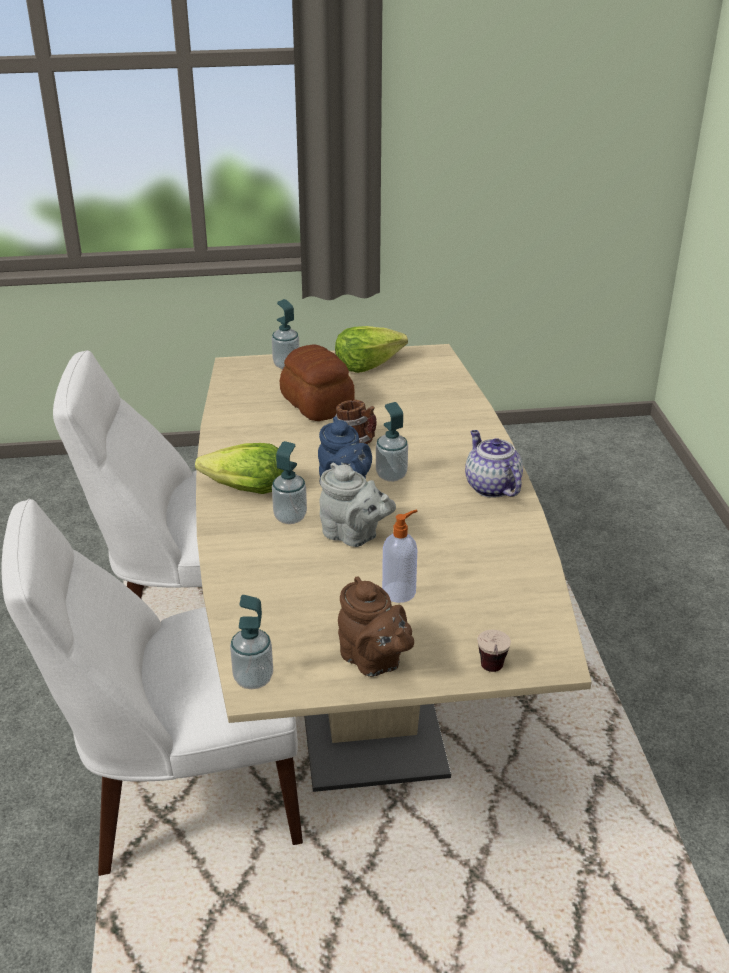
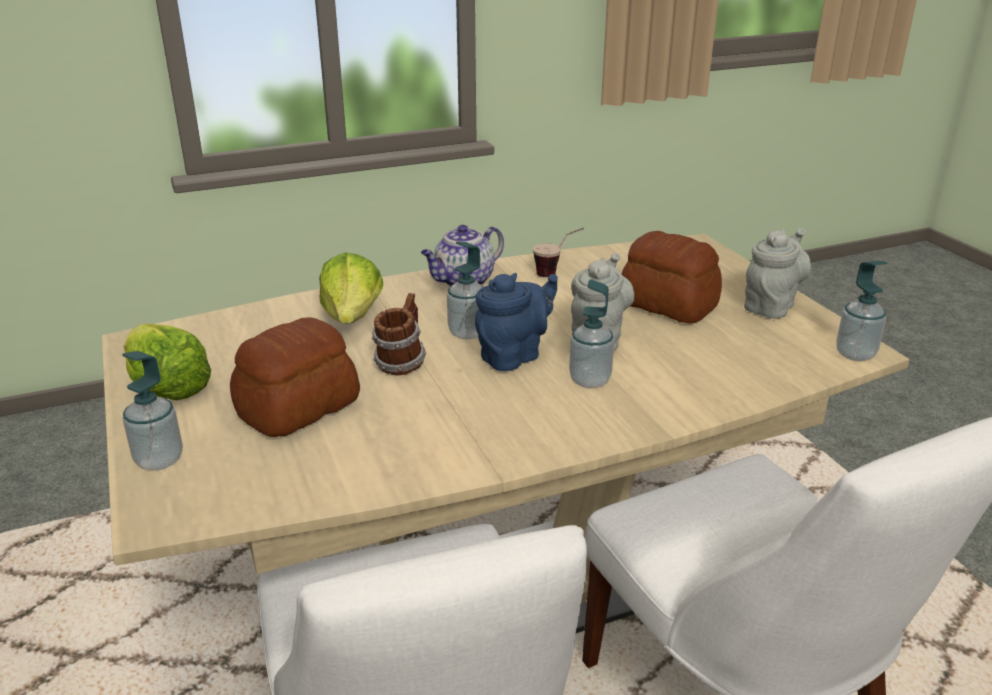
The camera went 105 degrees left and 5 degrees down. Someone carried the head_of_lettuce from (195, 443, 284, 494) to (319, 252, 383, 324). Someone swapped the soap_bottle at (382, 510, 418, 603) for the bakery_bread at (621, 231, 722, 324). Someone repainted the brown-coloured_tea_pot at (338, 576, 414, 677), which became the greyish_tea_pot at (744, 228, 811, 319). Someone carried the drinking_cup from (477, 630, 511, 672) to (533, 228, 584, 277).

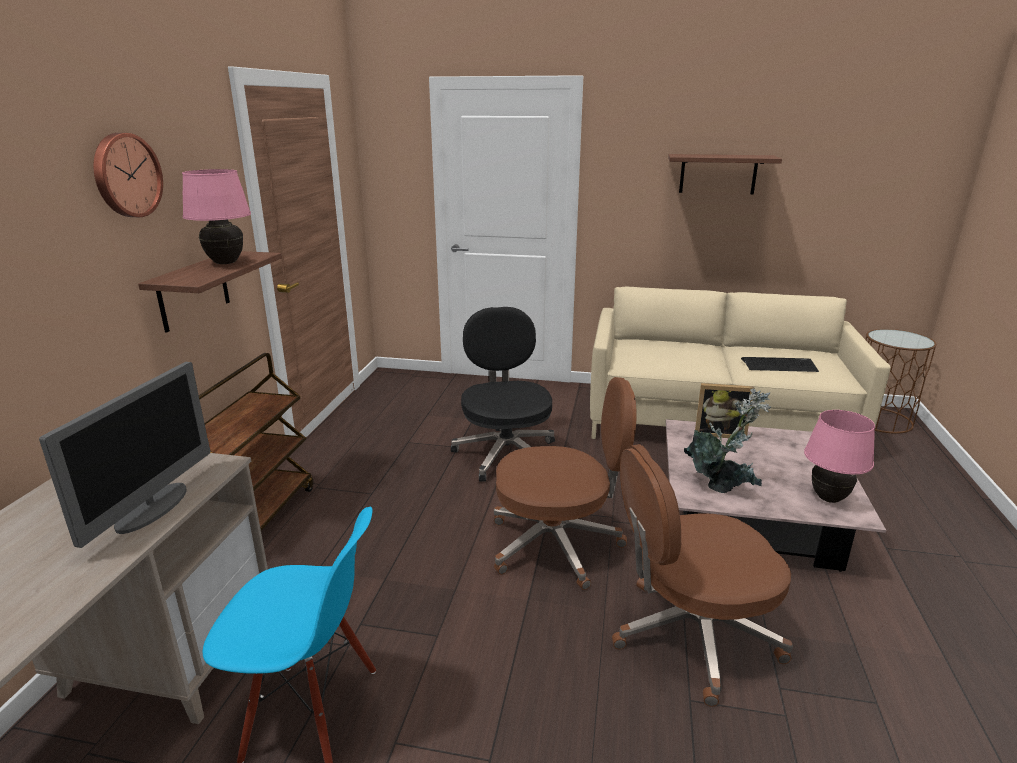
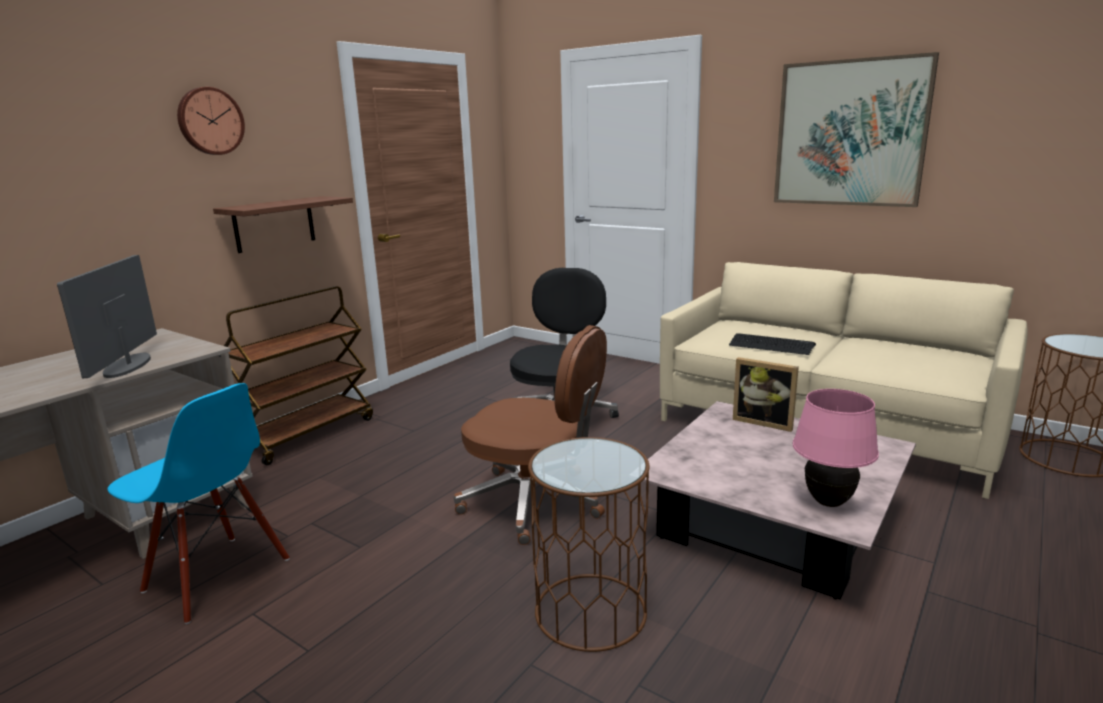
The camera went 25 degrees right and 5 degrees down. Someone swapped the shelf at (668, 154, 782, 194) for the wall_picture at (774, 52, 939, 207). Someone took away the pinkish_tabletop_lamp at (182, 169, 251, 264). Someone carried the keyboard from (741, 357, 819, 372) to (729, 333, 816, 355). Someone rotated the computer_display at (39, 362, 211, 548) by 135 degrees clockwise. Someone took away the potted_plant at (684, 389, 771, 493). Someone swapped the brown-coloured_office_chair at (612, 444, 793, 707) for the brown-coloured_end_table at (528, 437, 650, 652).

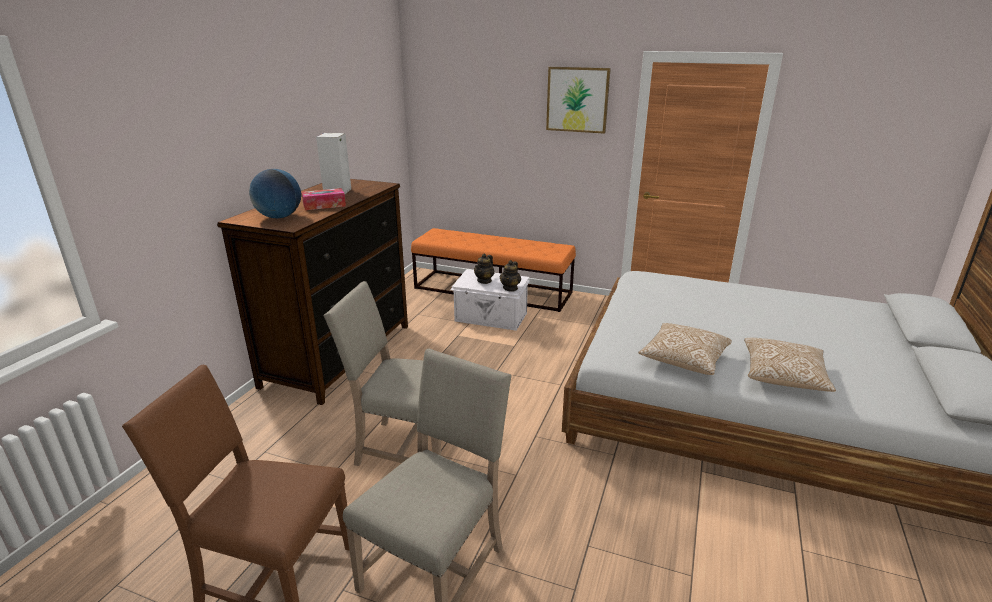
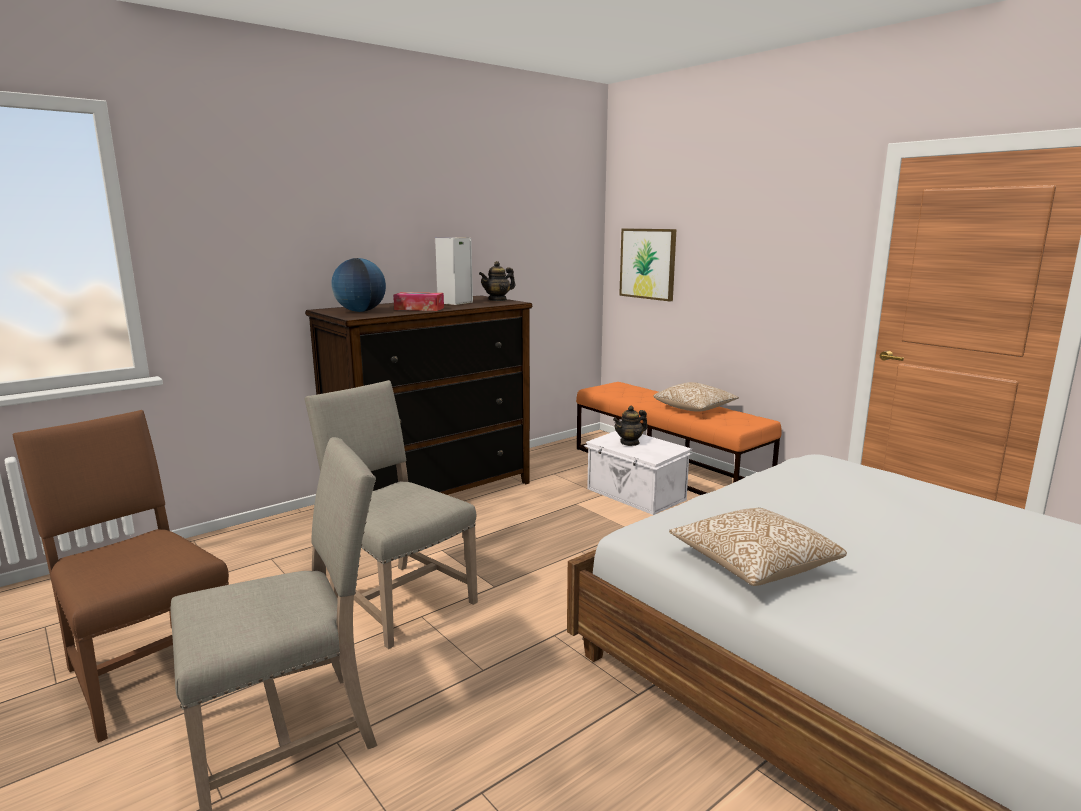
The camera went 30 degrees right and 10 degrees down. Someone carried the wall_picture from (546, 67, 611, 134) to (619, 229, 676, 301). Someone carried the tea_pot from (500, 260, 521, 292) to (479, 261, 515, 301). Someone carried the cushion from (744, 338, 836, 392) to (653, 382, 739, 412).

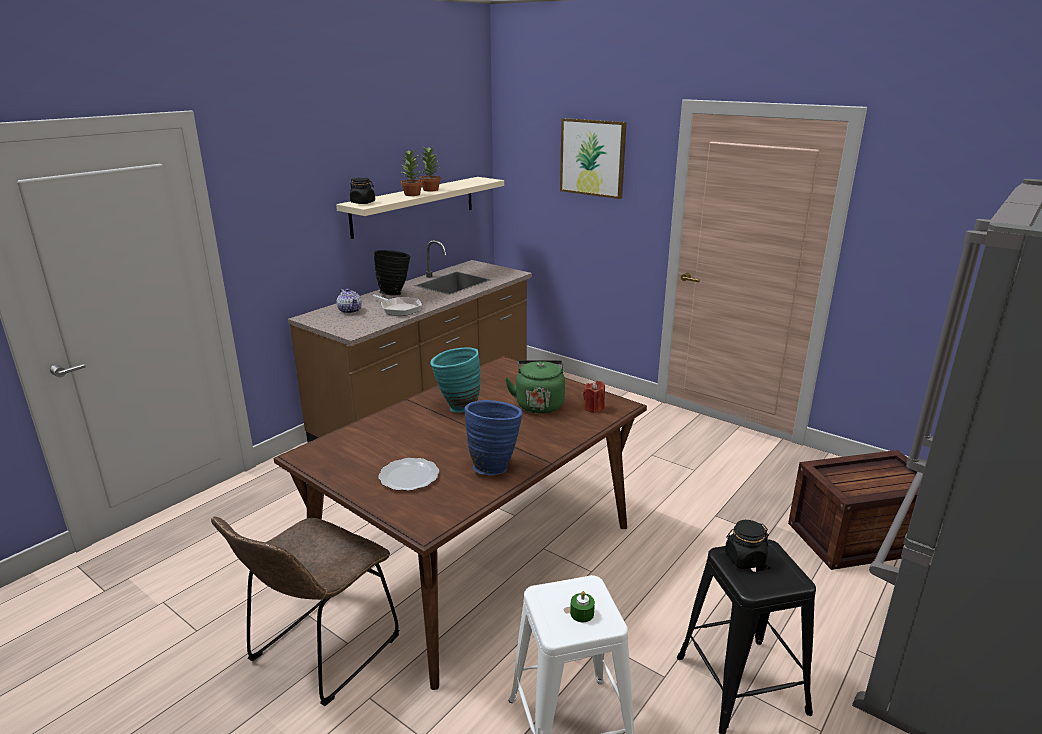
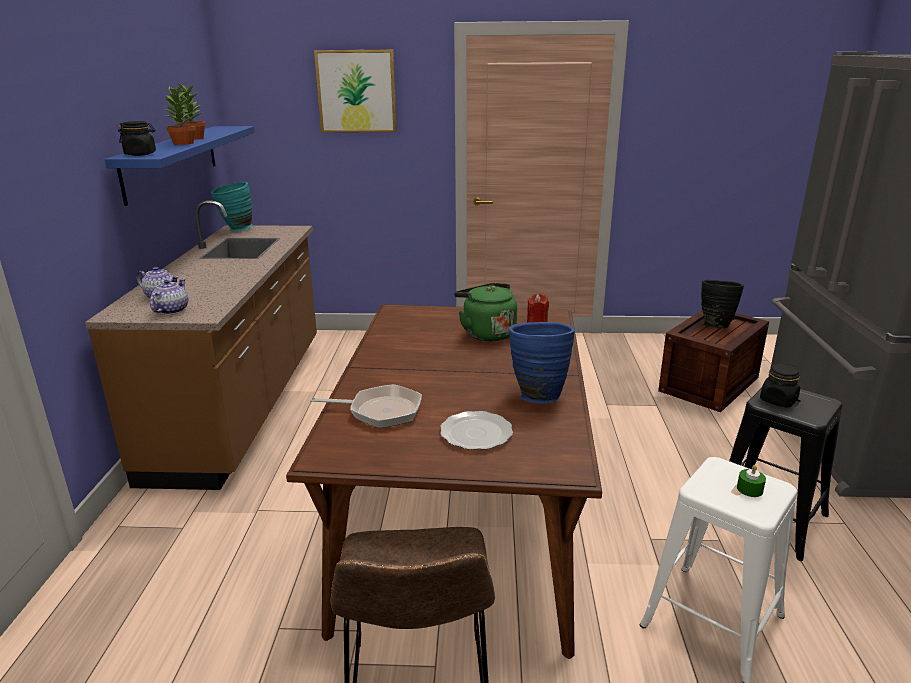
The camera went 35 degrees left and 0 degrees up. Someone repainted the sand-coloured_shelf at (336, 177, 504, 239), which became the blue_shelf at (105, 126, 255, 206). Someone carried the blackish_flower_vase from (374, 250, 410, 296) to (701, 280, 744, 328). Someone carried the pan from (372, 295, 422, 316) to (310, 384, 422, 428). Someone carried the turquoise-coloured_flower_vase from (430, 348, 481, 413) to (211, 182, 252, 232). Someone put down the tea_pot at (150, 279, 188, 315).

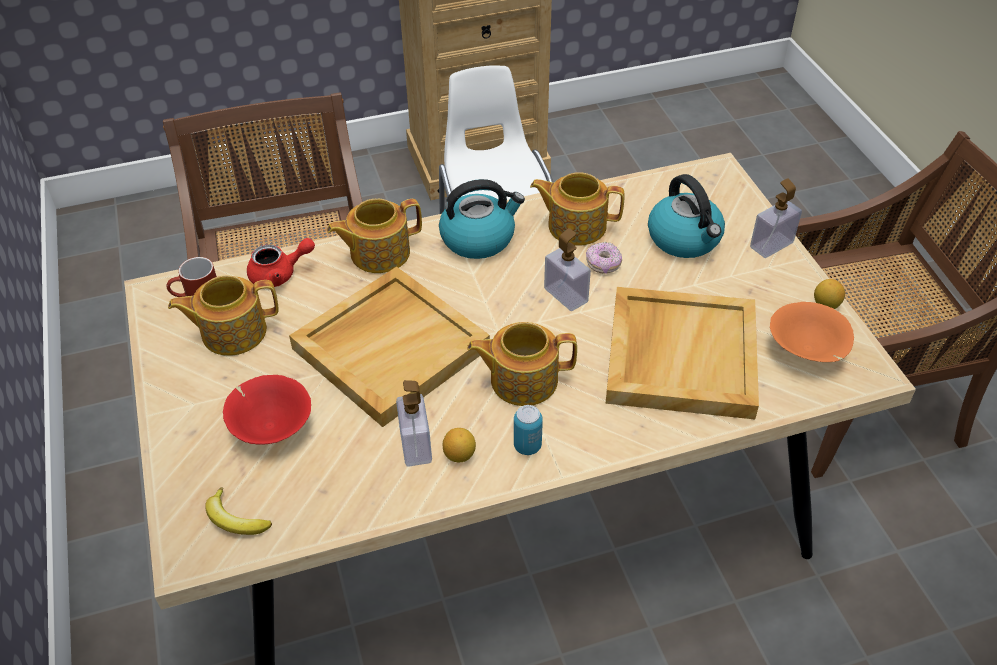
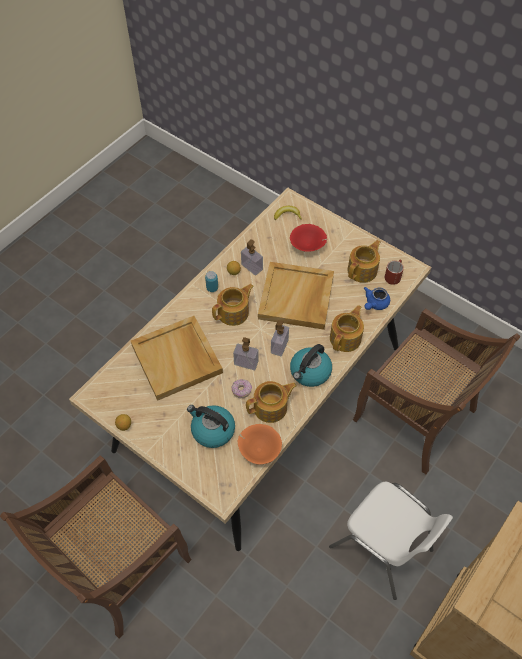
The camera went 145 degrees right and 10 degrees up. Someone carried the soap_bottle from (750, 179, 802, 258) to (271, 321, 289, 356). Someone repainted the red_tea_pot at (247, 238, 315, 287), which became the blue_tea_pot at (364, 287, 390, 310). Someone carried the orangey_bowl from (770, 302, 854, 362) to (237, 424, 282, 465).

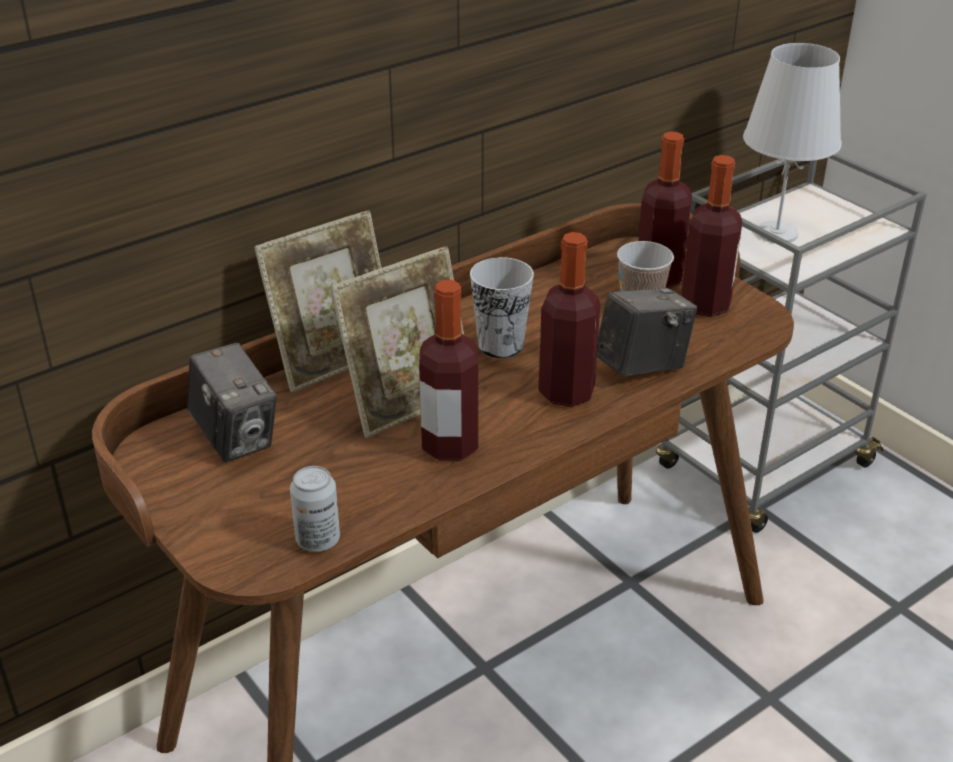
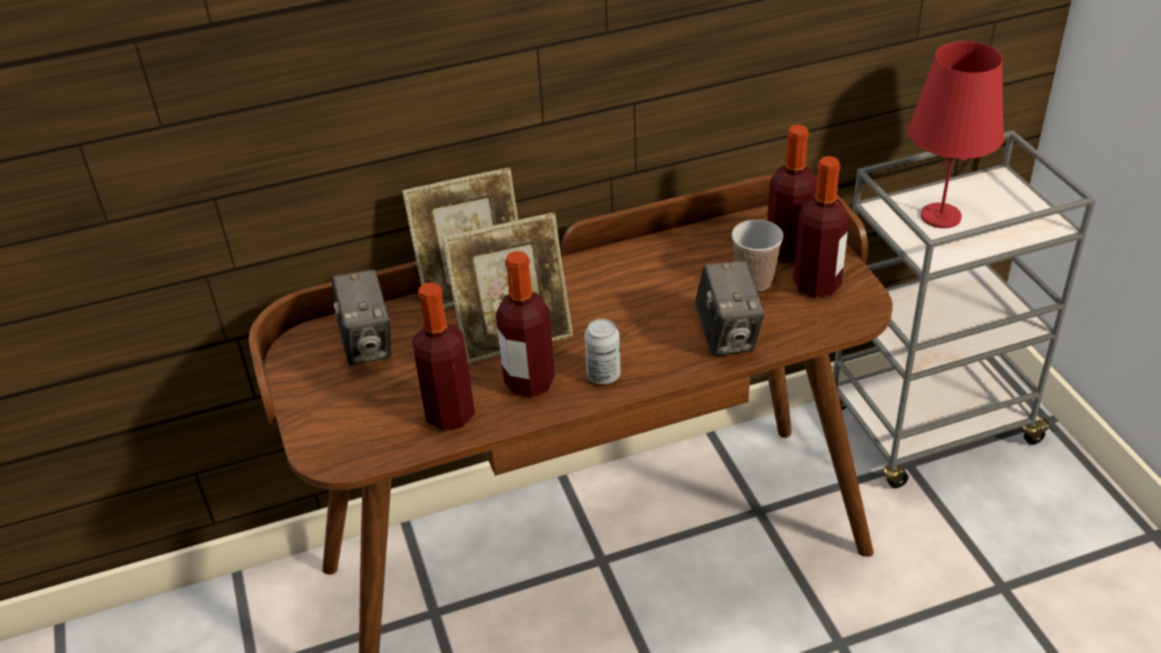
The camera went 20 degrees right and 5 degrees up. Someone repainted the whitish_tabletop_lamp at (743, 43, 842, 243), which became the red_tabletop_lamp at (908, 41, 1004, 228). Someone carried the bottle from (538, 232, 600, 407) to (412, 282, 475, 431). Someone took away the drinking_cup at (470, 257, 534, 358). Someone rotated the still_camera at (597, 288, 697, 377) by 90 degrees clockwise. Someone carried the can from (290, 466, 340, 552) to (584, 319, 621, 384).

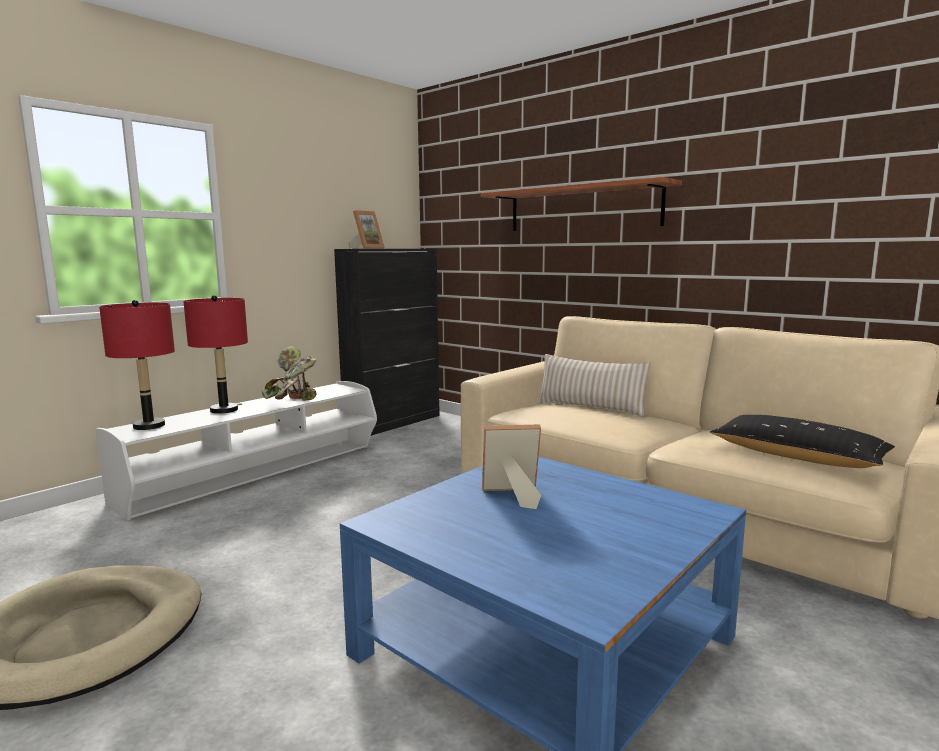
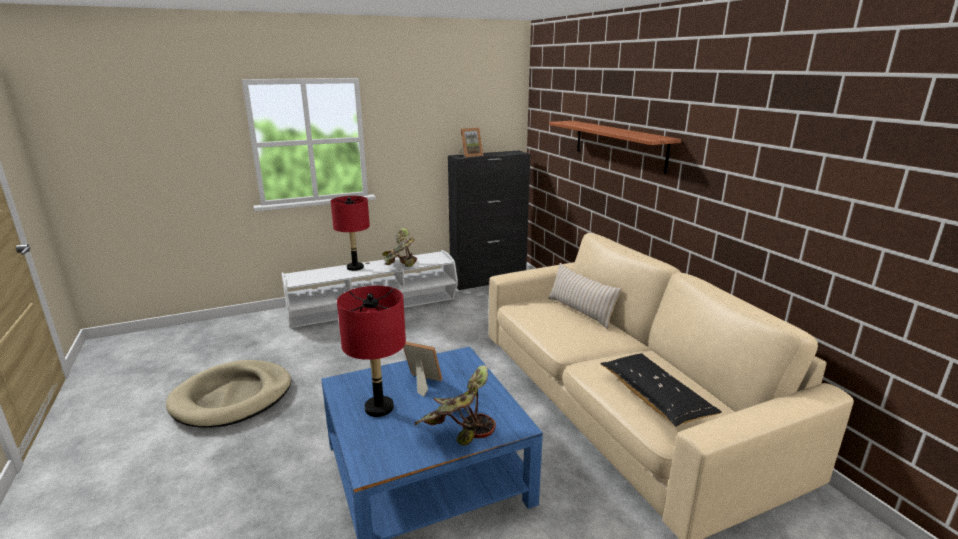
The camera went 25 degrees right and 10 degrees up. Someone carried the red_tabletop_lamp from (99, 300, 175, 430) to (337, 286, 406, 417). Someone put down the potted_plant at (415, 365, 496, 445).

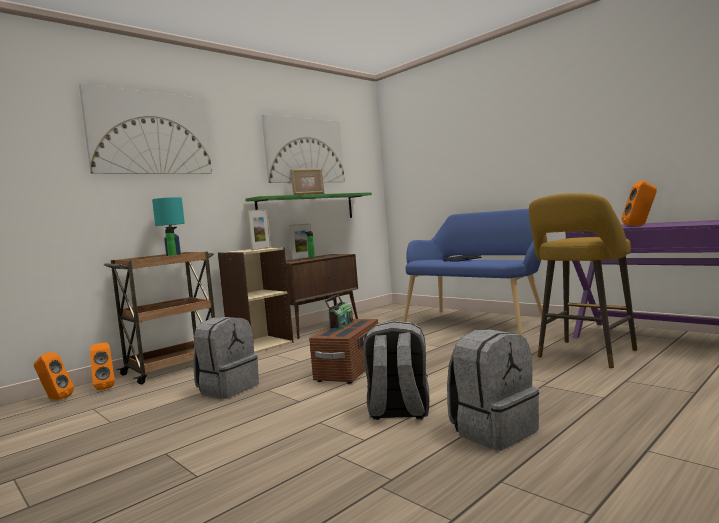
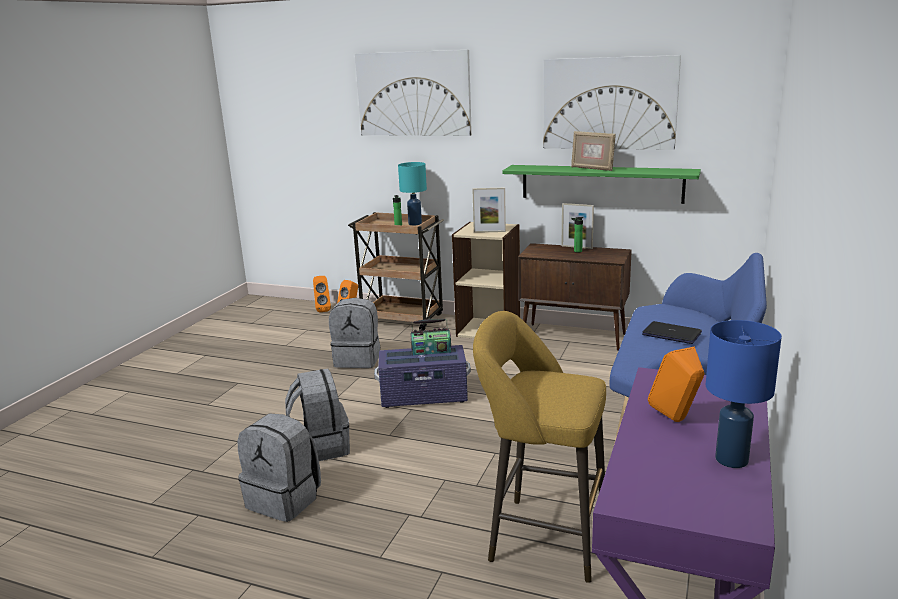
The camera went 65 degrees right and 15 degrees up. Someone repainted the brown-coloured_storage_bin at (309, 319, 378, 384), which became the purplish_storage_bin at (374, 345, 471, 408). Someone put down the blue_tabletop_lamp at (706, 320, 782, 468).

